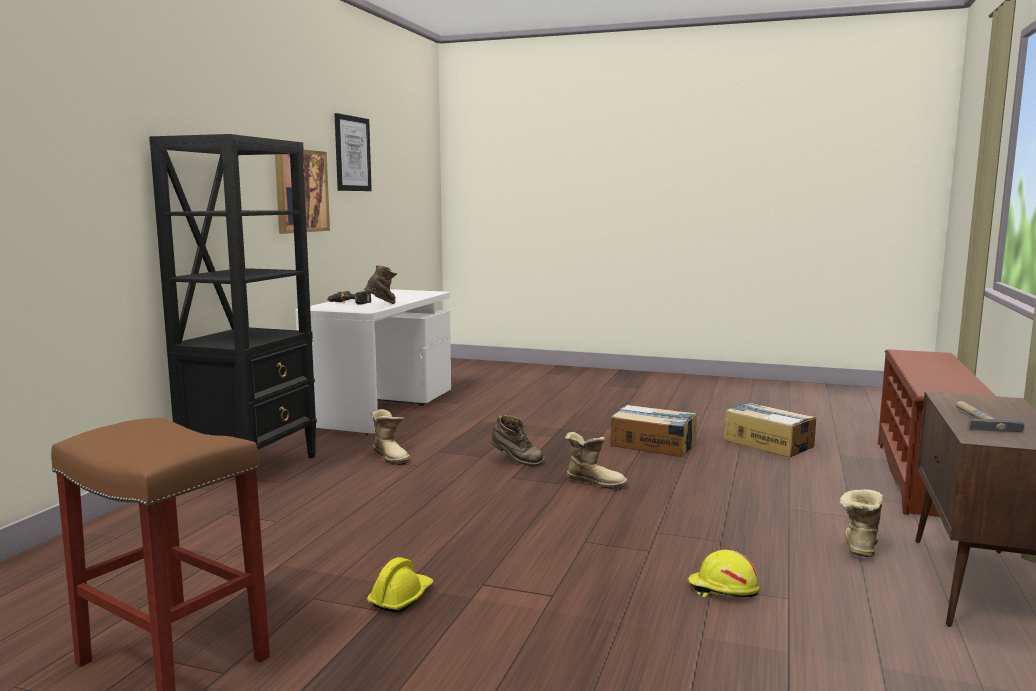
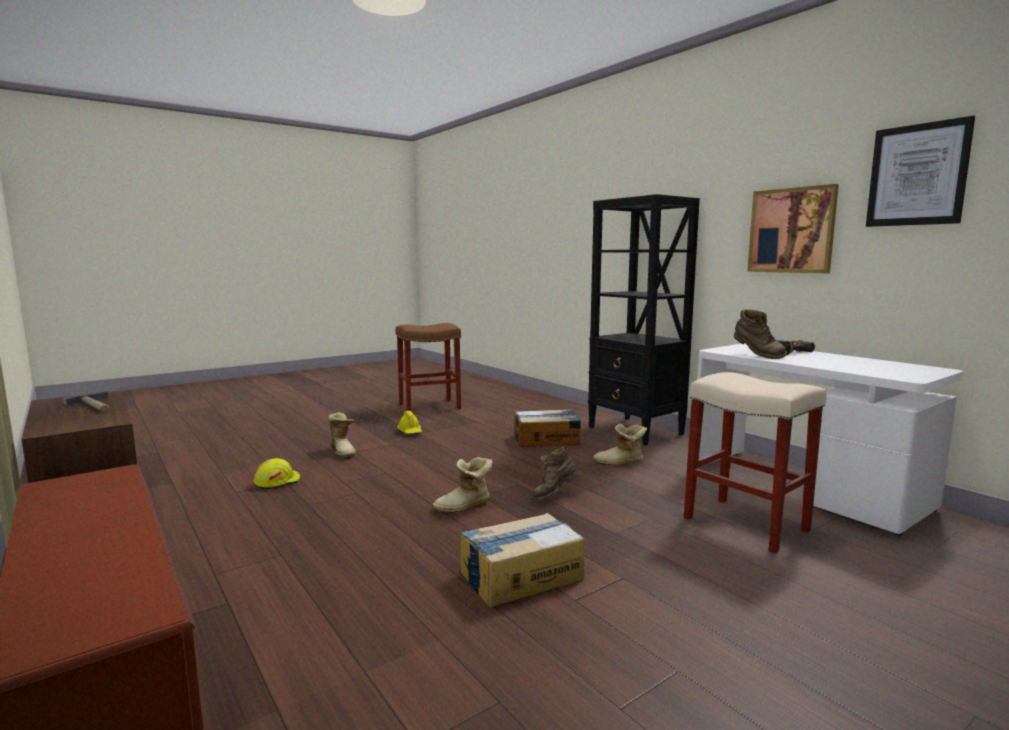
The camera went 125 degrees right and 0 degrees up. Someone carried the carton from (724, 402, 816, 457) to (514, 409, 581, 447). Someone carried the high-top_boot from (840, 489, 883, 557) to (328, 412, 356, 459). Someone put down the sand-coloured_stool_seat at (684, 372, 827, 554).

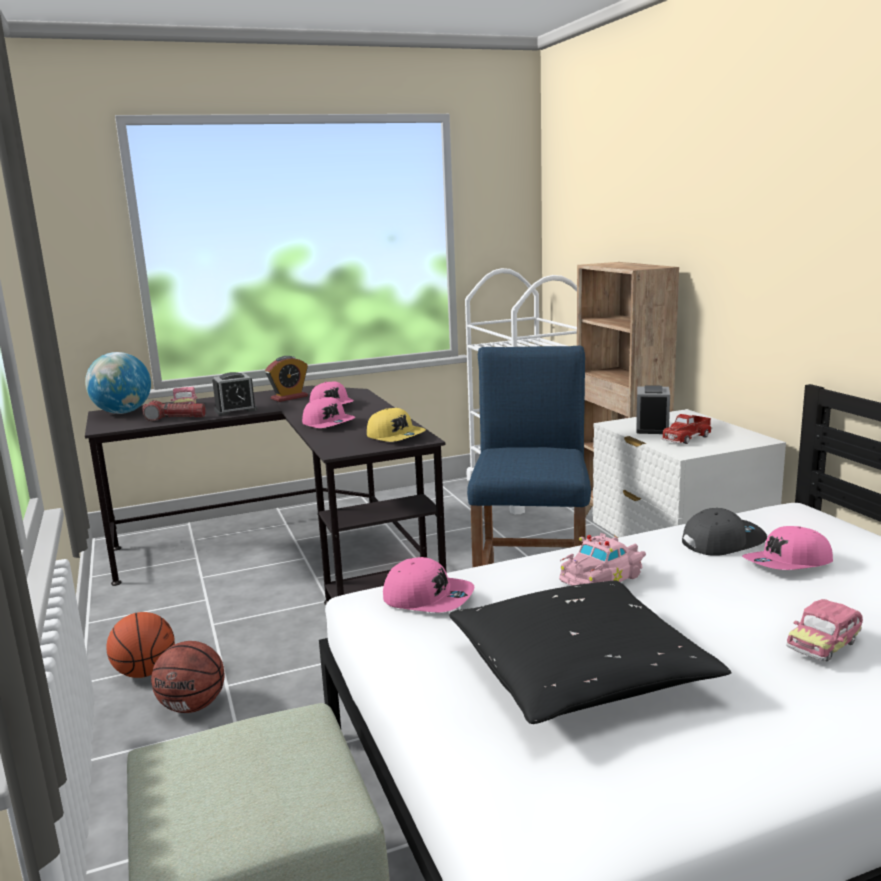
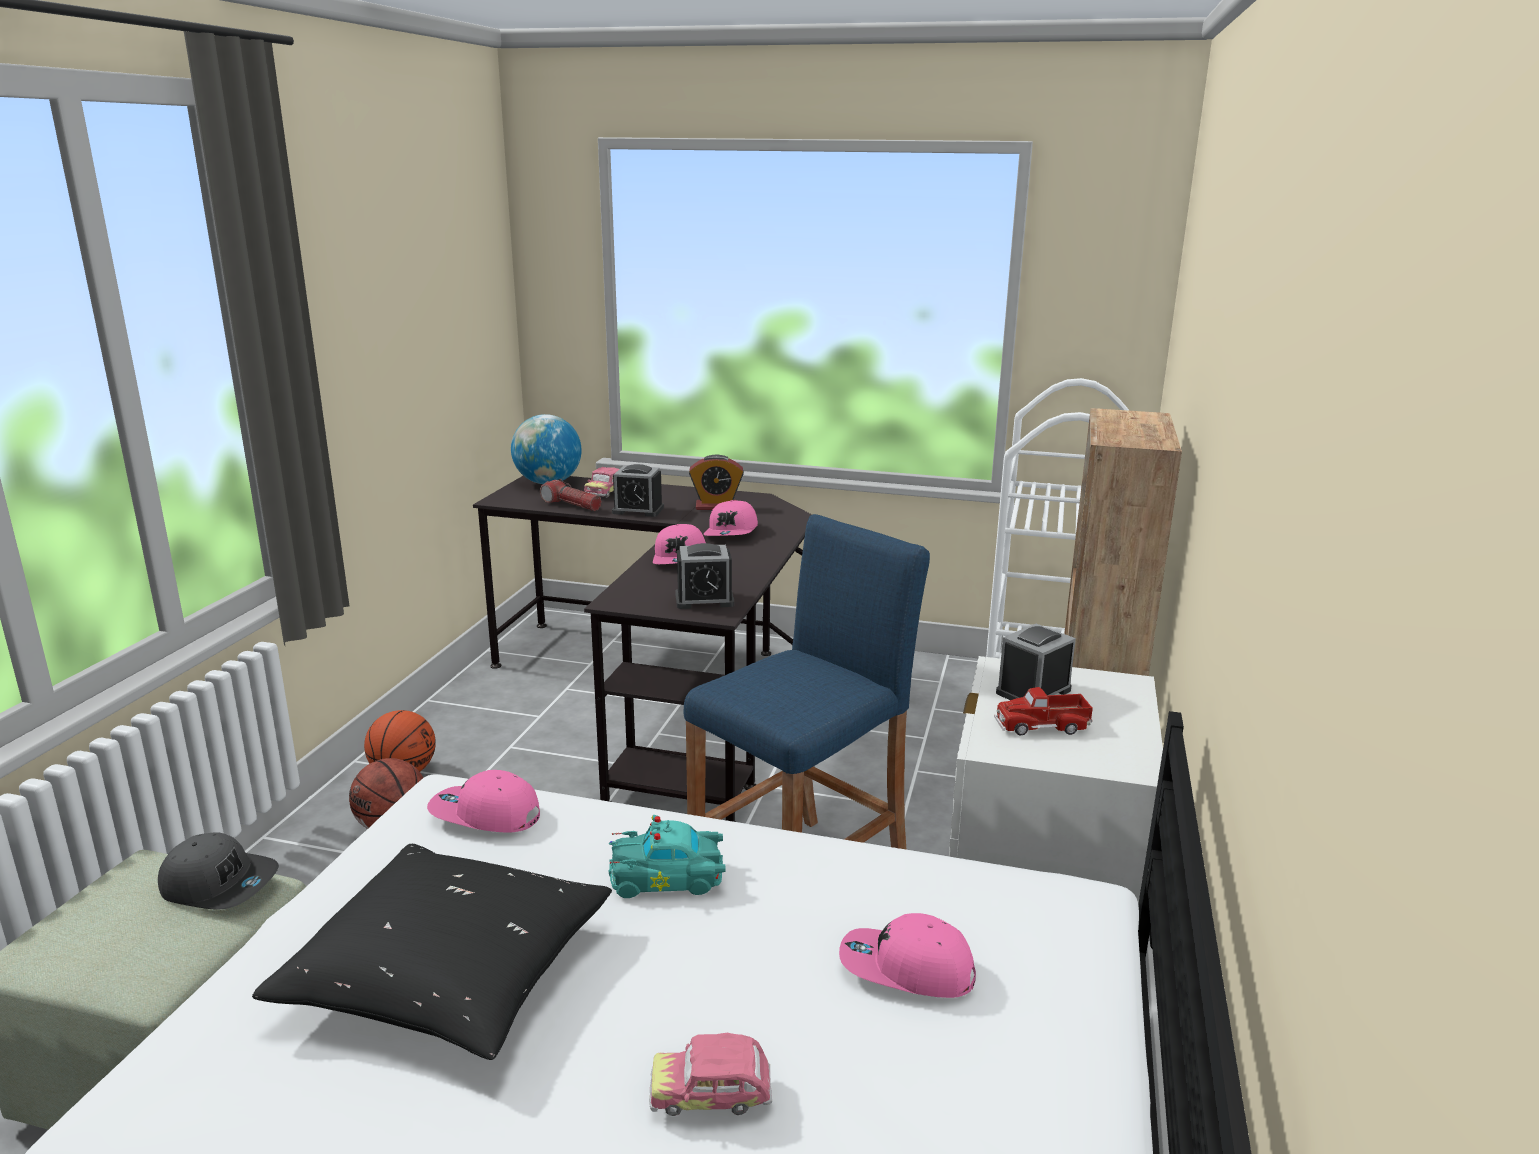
The camera went 35 degrees right and 5 degrees up. Someone swapped the yellow-coloured_cap at (367, 408, 426, 442) for the table_clock at (675, 543, 735, 609). Someone carried the greyish_cap from (682, 508, 767, 556) to (158, 832, 279, 910). Someone repainted the pinkish_miniature_car at (559, 533, 646, 586), which became the turquoise-coloured_miniature_car at (609, 815, 726, 898). Someone rotated the pinkish_cap at (383, 557, 474, 612) by 135 degrees clockwise.

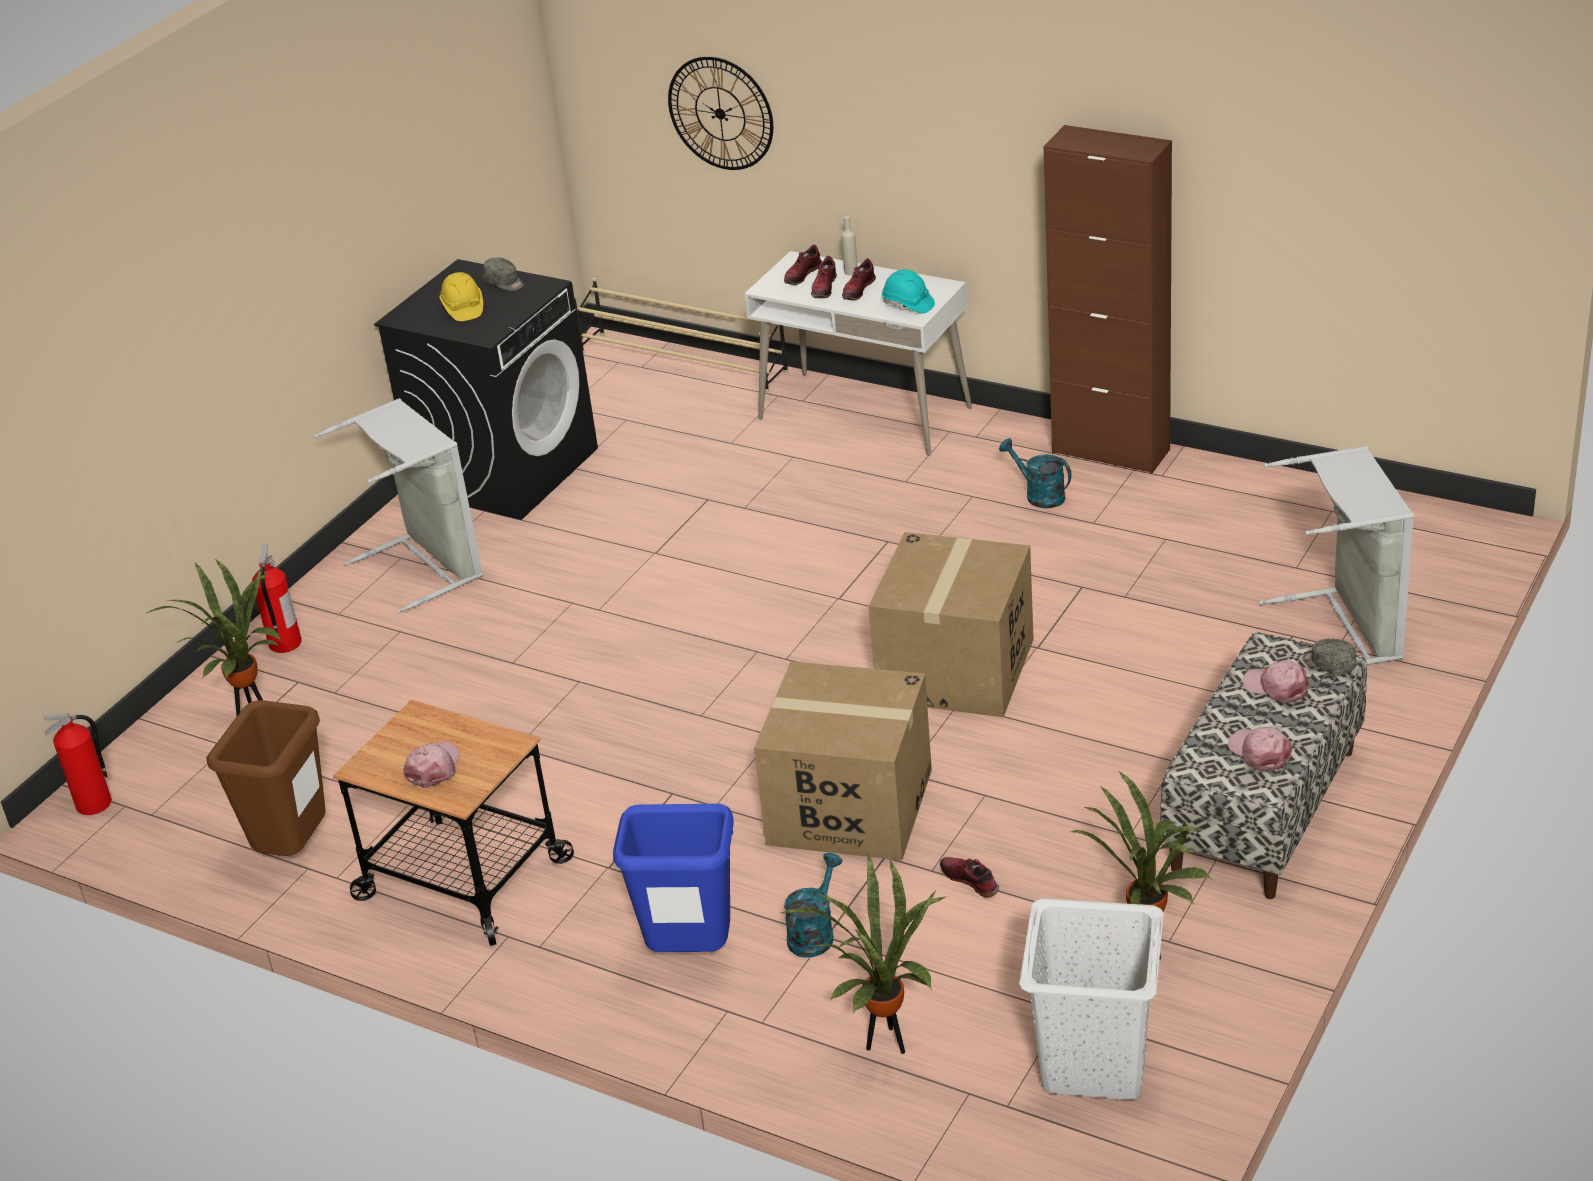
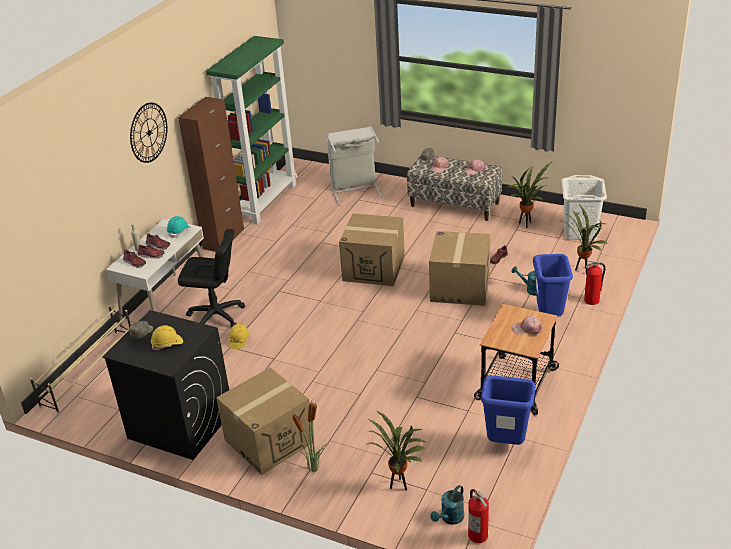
The camera went 95 degrees left and 0 degrees up. Someone carried the clock_on_the_wall from (668, 56, 773, 170) to (130, 102, 167, 163). Someone swapped the greyish_laundry_basket at (314, 398, 483, 614) for the carton at (216, 367, 314, 475). Someone carried the turquoise-coloured_watering_can from (999, 438, 1072, 508) to (431, 485, 464, 525). Someone carried the fire_extinguisher from (252, 544, 302, 653) to (584, 260, 606, 305). Someone repainted the brown-coloured_rubbish_bin at (206, 700, 326, 856), which became the blue_rubbish_bin at (481, 375, 535, 445). Someone put down the greenish_bookshelf at (206, 36, 297, 224). Someone put down the blackish_office_chair at (178, 229, 245, 327). Someone put down the yellow-coloured_safety_helmet at (229, 324, 249, 349). Someone put down the potted_plant at (292, 401, 328, 473).

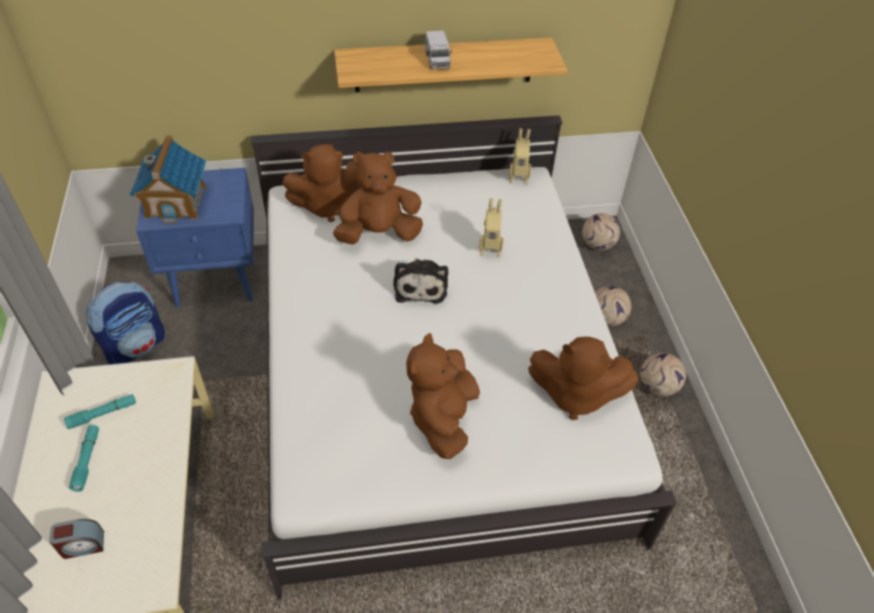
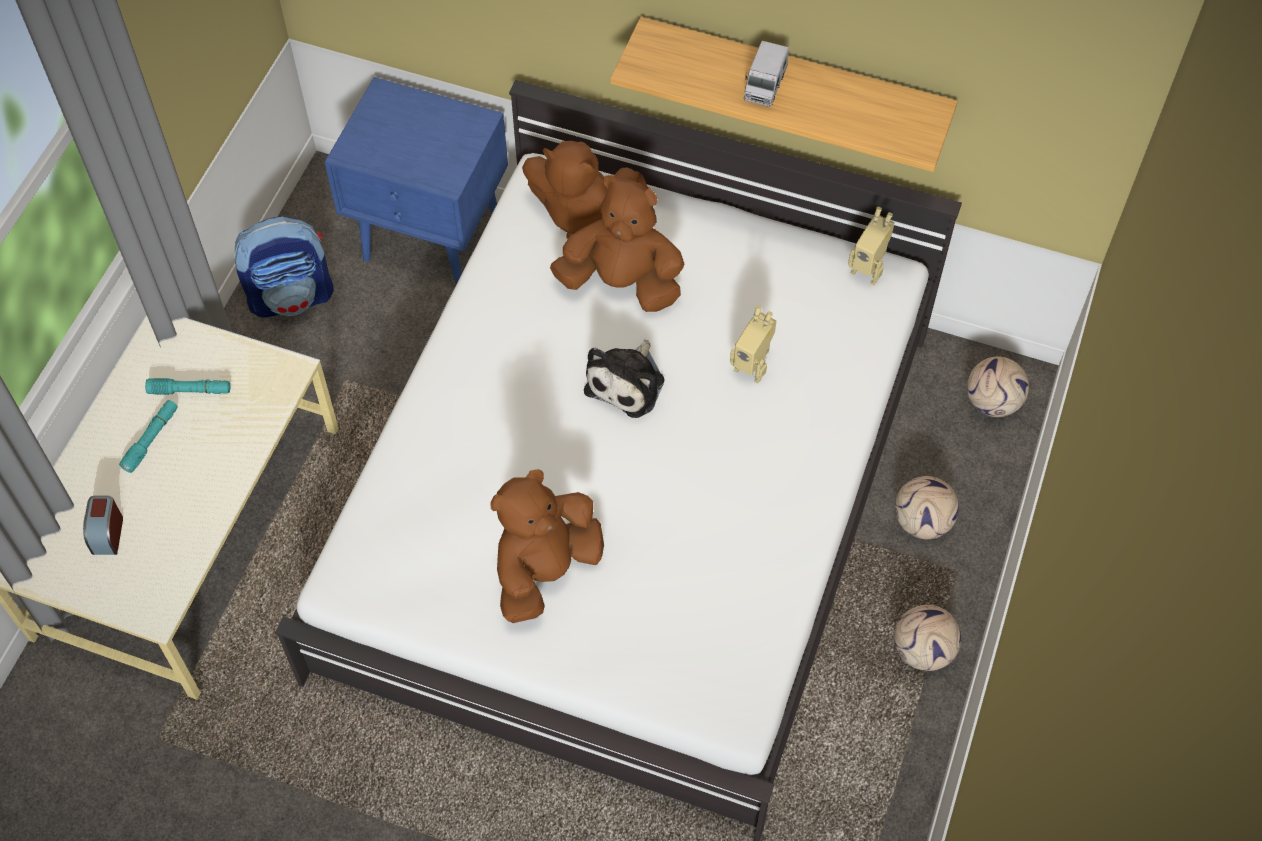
The camera went 30 degrees right and 10 degrees up. Someone took away the toy_house at (130, 136, 206, 224). Someone took away the brown-coloured_cuddly_toy at (528, 337, 639, 420). Someone rotated the table_clock at (49, 519, 104, 559) by 75 degrees clockwise.

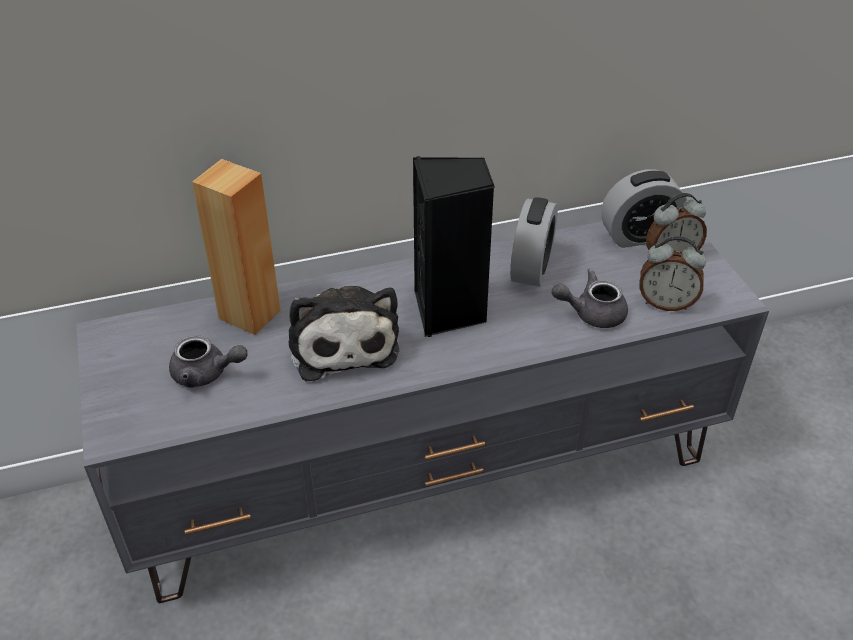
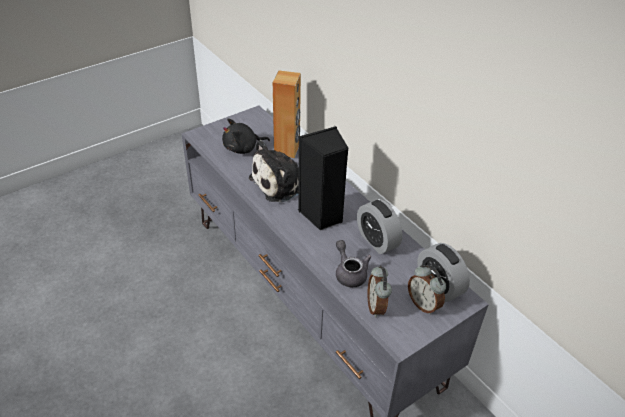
The camera went 70 degrees right and 0 degrees up. Someone rotated the table_clock at (510, 197, 558, 287) by 60 degrees clockwise. Someone swapped the greyish_tea_pot at (169, 335, 248, 388) for the blackish_cuddly_toy at (222, 118, 270, 154).

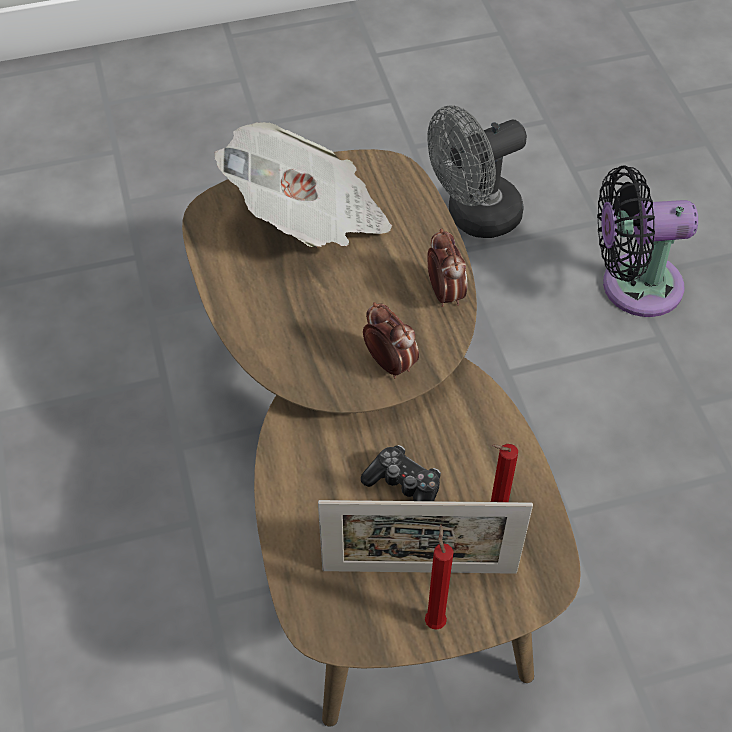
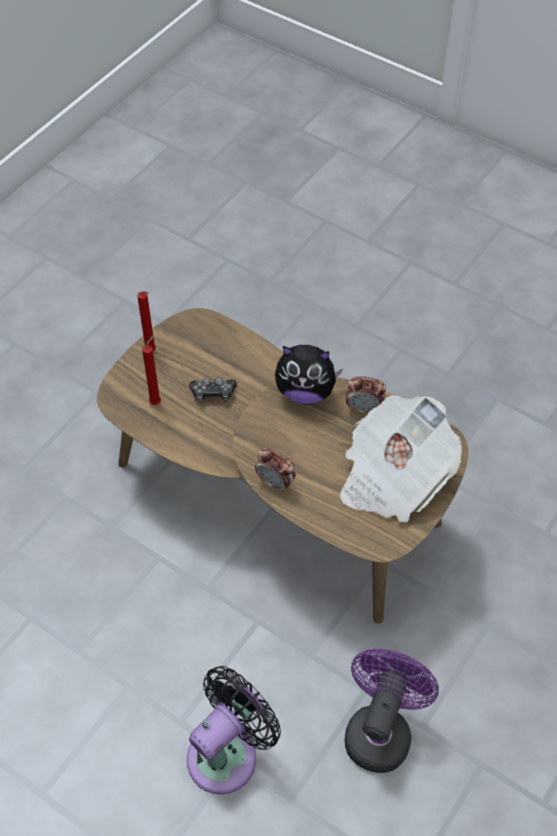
The camera went 140 degrees right and 0 degrees up. Someone repainted the greyish_electric_fan at (427, 105, 527, 238), which became the purplish_electric_fan at (344, 649, 439, 773). Someone carried the table_clock from (363, 302, 419, 378) to (346, 376, 386, 414). Someone took away the photo_frame at (318, 500, 533, 574). Someone put down the cuddly_toy at (275, 345, 343, 404).

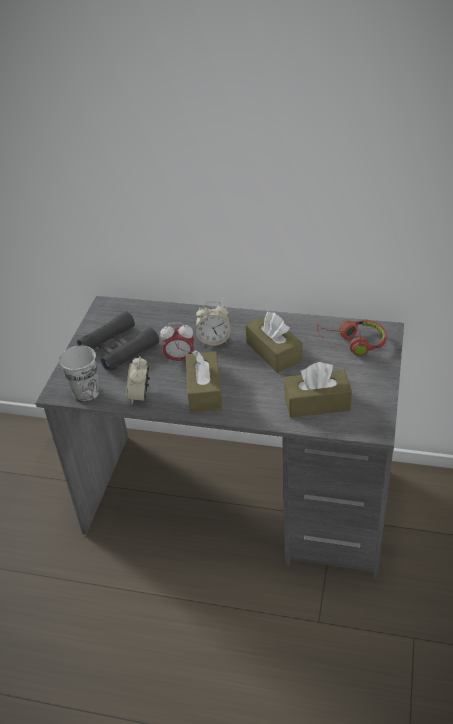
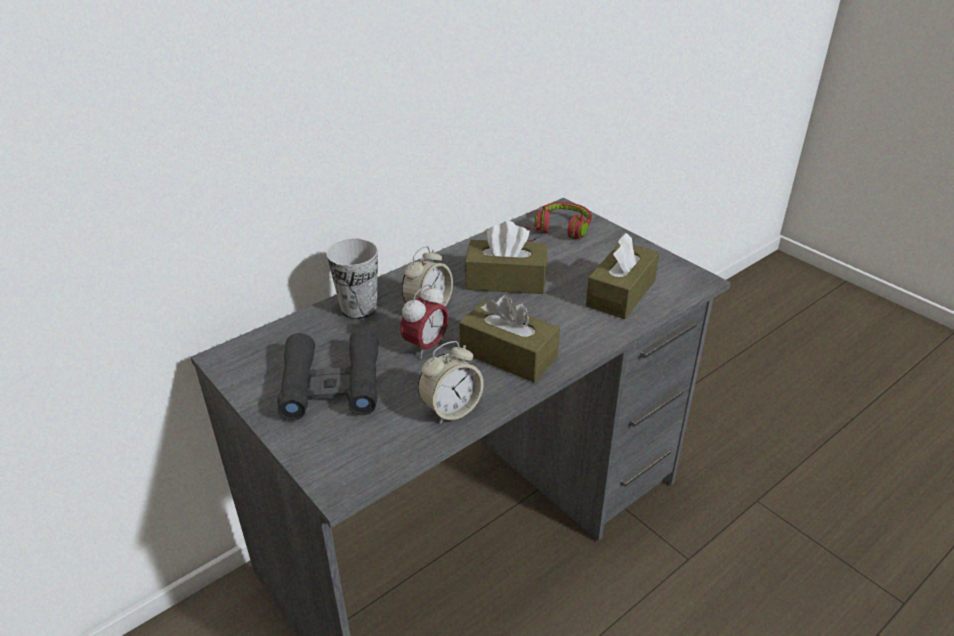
The camera went 55 degrees left and 5 degrees down. Someone carried the drinking_cup from (59, 346, 99, 402) to (327, 239, 378, 319). Someone rotated the table_clock at (126, 356, 150, 405) by 75 degrees counterclockwise.

